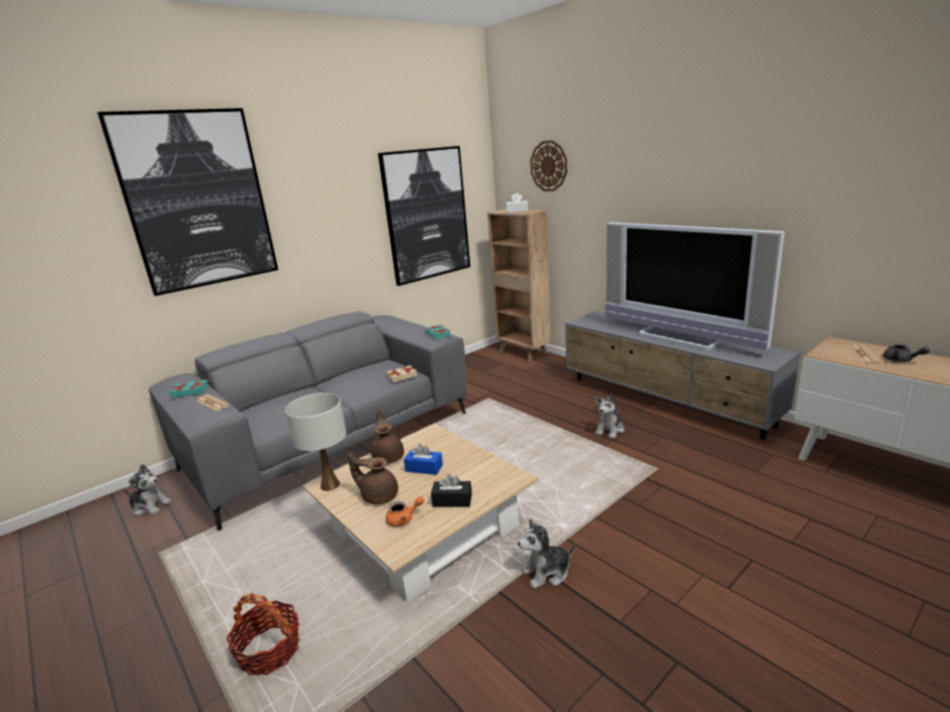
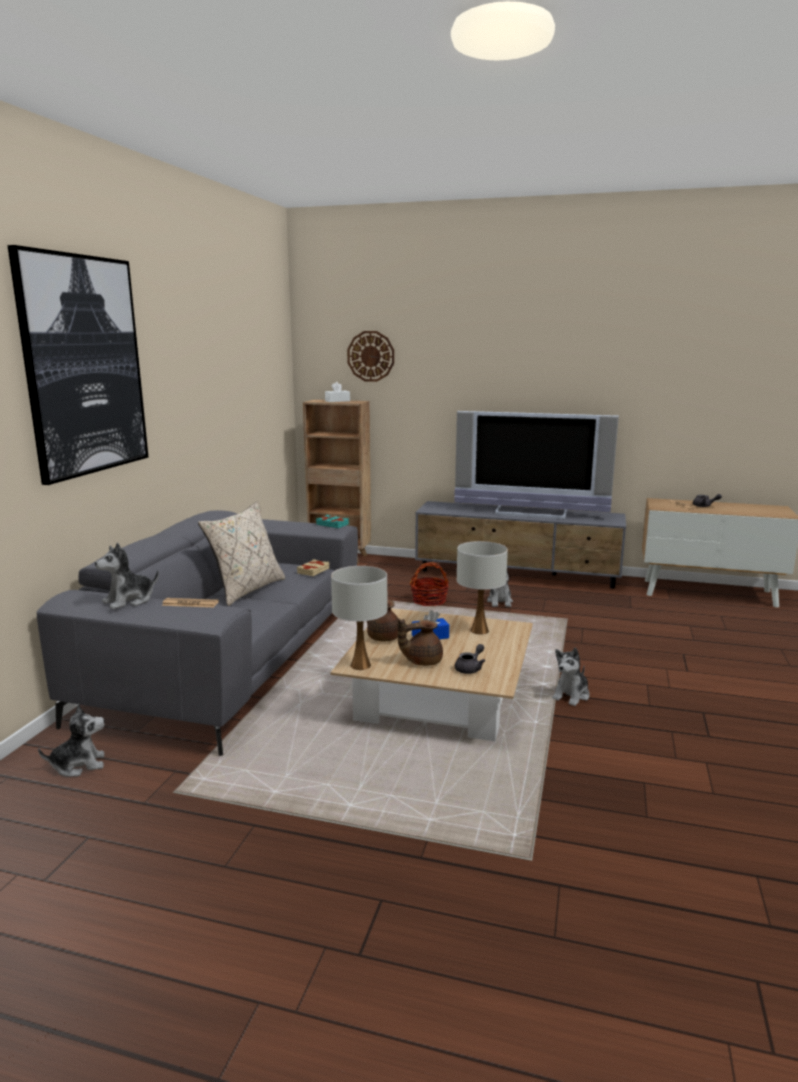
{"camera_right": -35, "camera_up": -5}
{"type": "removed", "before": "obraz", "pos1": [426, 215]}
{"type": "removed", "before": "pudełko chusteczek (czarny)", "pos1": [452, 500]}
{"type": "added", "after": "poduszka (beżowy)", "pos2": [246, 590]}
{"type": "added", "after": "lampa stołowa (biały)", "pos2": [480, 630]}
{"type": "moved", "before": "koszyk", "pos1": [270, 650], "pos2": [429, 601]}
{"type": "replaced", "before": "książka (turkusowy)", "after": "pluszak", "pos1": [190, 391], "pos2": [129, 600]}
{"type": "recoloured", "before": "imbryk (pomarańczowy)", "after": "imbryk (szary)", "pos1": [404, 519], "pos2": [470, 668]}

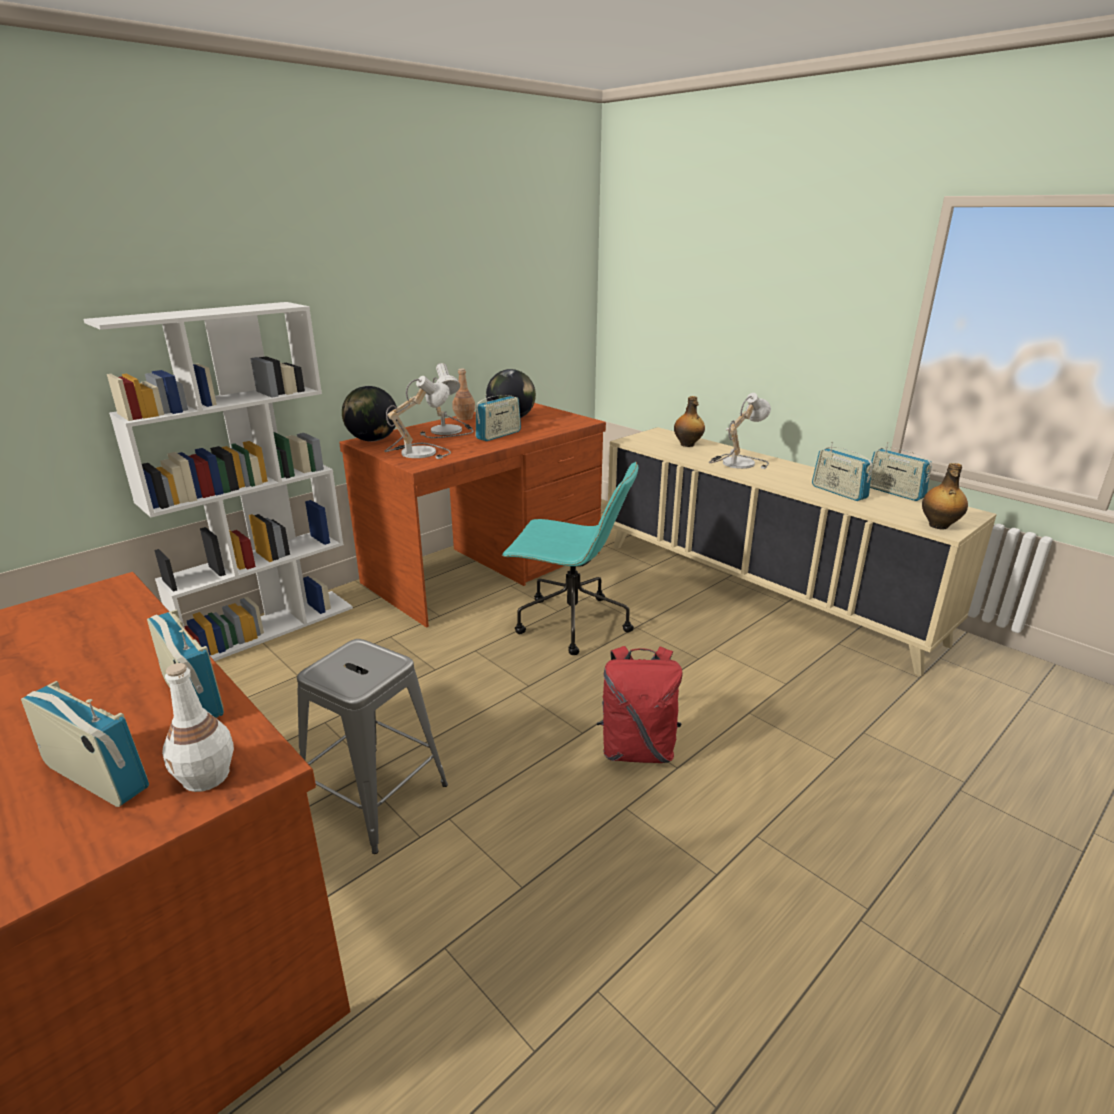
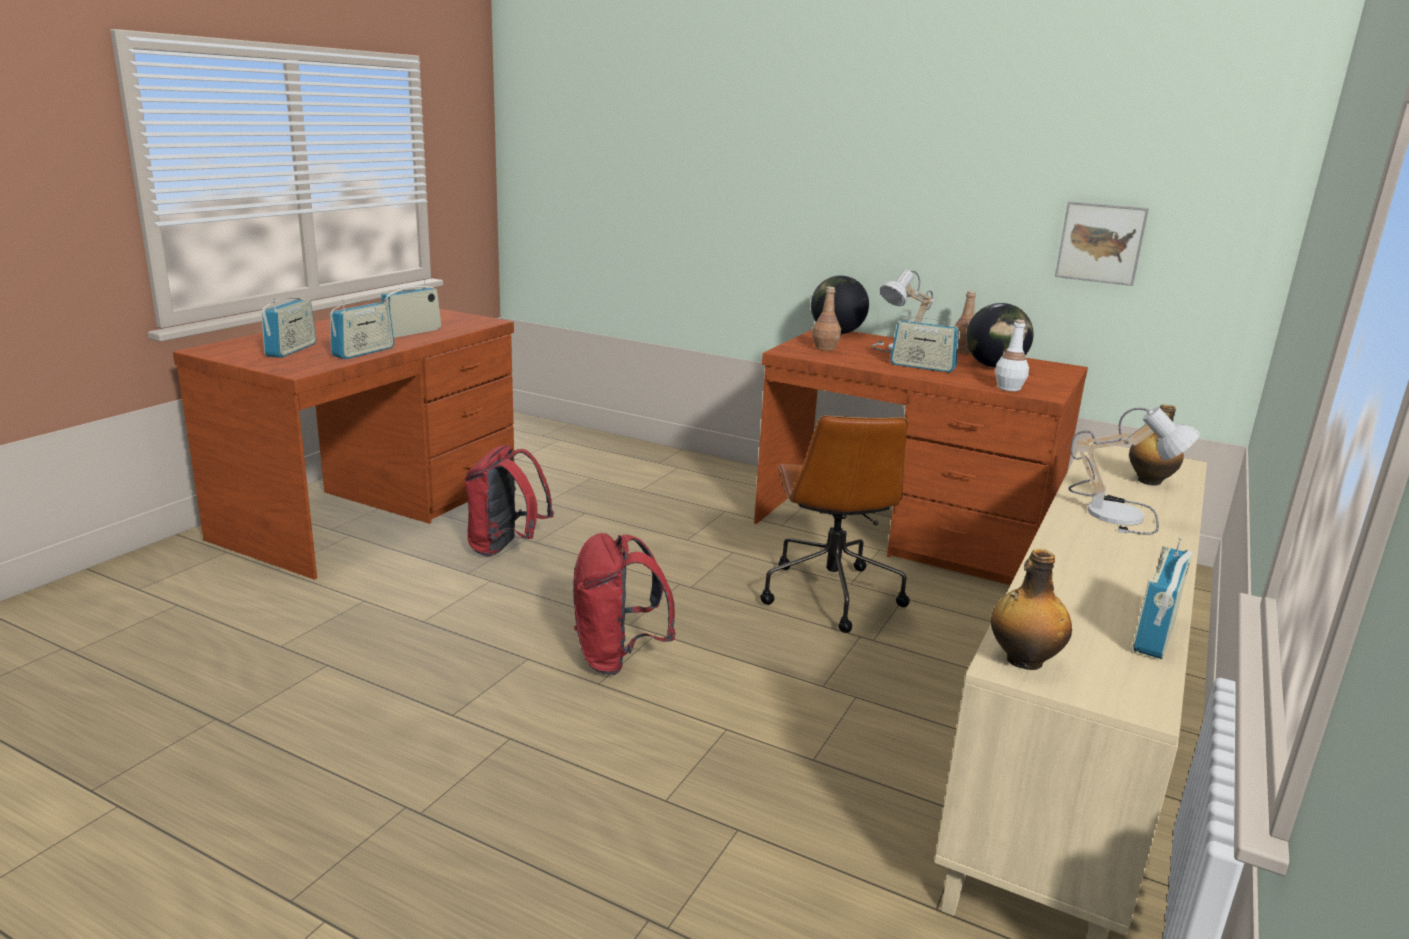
{"camera_right": 70, "camera_up": -5}
{"type": "removed", "before": "regał (biały)", "pos1": [268, 627]}
{"type": "added", "after": "obraz", "pos2": [1100, 243]}
{"type": "moved", "before": "butelka (biały)", "pos1": [207, 777], "pos2": [1009, 388]}
{"type": "moved", "before": "radio", "pos1": [838, 492], "pos2": [412, 332]}
{"type": "replaced", "before": "stołek (szary)", "after": "plecak (czerwony)", "pos1": [373, 797], "pos2": [505, 548]}
{"type": "replaced", "before": "lampa stołowa", "after": "butelka (brązowy)", "pos1": [418, 451], "pos2": [824, 348]}
{"type": "recoloured", "before": "krzesło biurowe (turkusowy)", "after": "krzesło biurowe (brązowy)", "pos1": [570, 623], "pos2": [829, 594]}

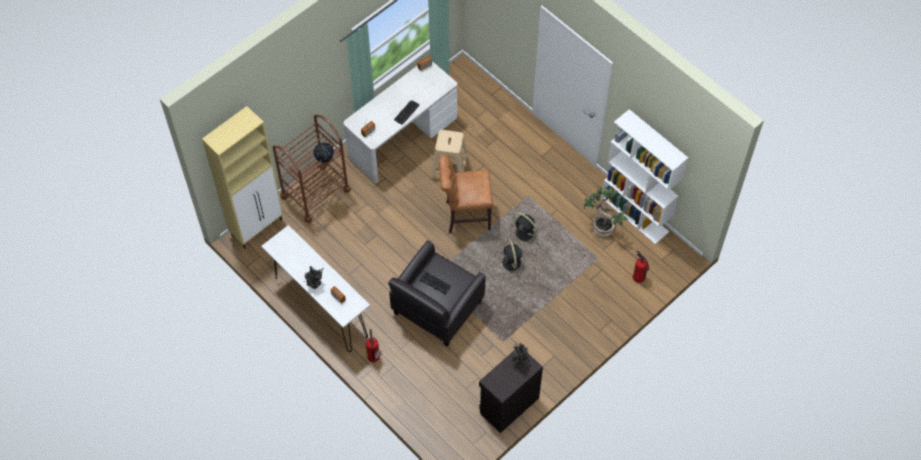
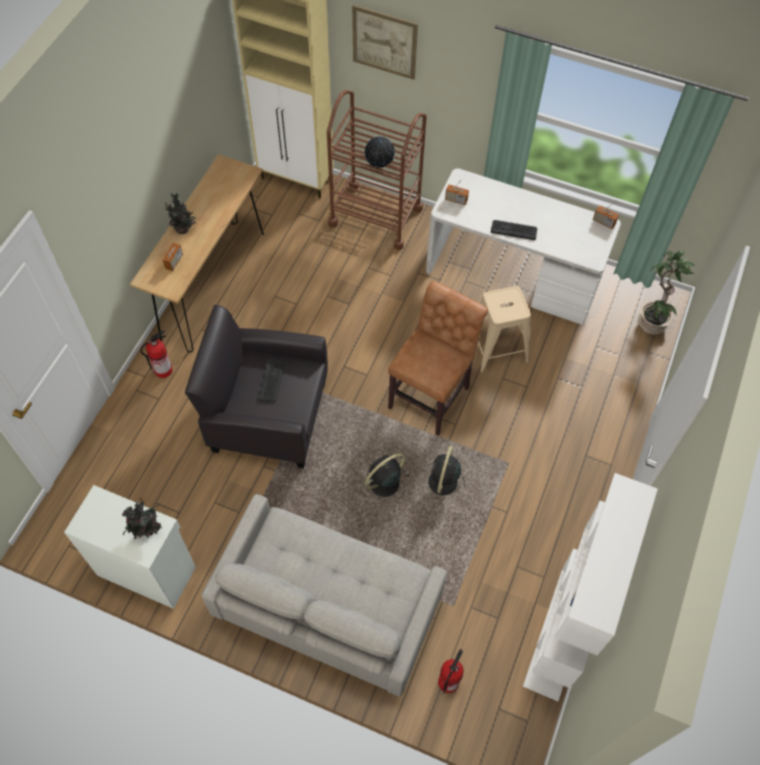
{"camera_right": 65, "camera_up": 0}
{"type": "added", "after": "kanapa (szary)", "pos2": [327, 608]}
{"type": "added", "after": "obraz", "pos2": [384, 42]}
{"type": "moved", "before": "roślina doniczkowa", "pos1": [602, 228], "pos2": [651, 321]}
{"type": "recoloured", "before": "stolik konsolowy (biały)", "after": "stolik konsolowy (brązowy)", "pos1": [321, 307], "pos2": [213, 285]}
{"type": "recoloured", "before": "szafka (czarny)", "after": "szafka (biały)", "pos1": [508, 405], "pos2": [147, 569]}
{"type": "turned", "before": "krzesło (brązowy)", "pos1": [465, 215], "pos2": [431, 395], "turn": 60}

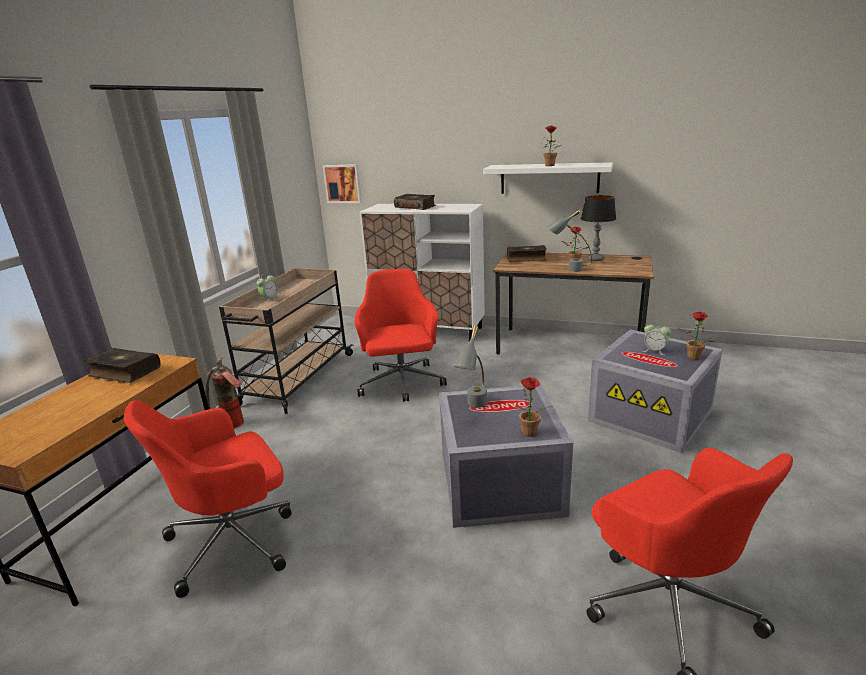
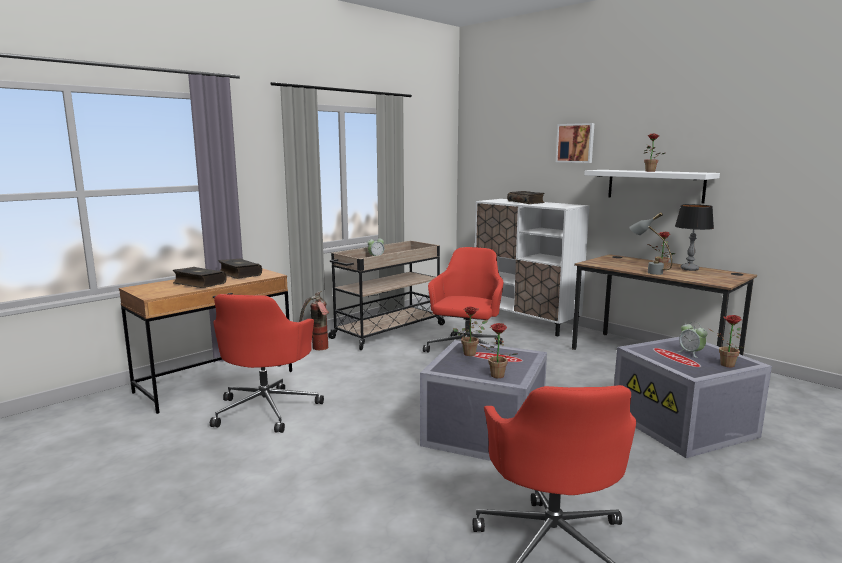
{"camera_right": 25, "camera_up": -10}
{"type": "moved", "before": "obraz", "pos1": [343, 183], "pos2": [575, 143]}
{"type": "moved", "before": "książka", "pos1": [526, 258], "pos2": [199, 283]}
{"type": "replaced", "before": "lampa stołowa (szary)", "after": "roślina doniczkowa", "pos1": [474, 407], "pos2": [471, 353]}
{"type": "turned", "before": "krzesło biurowe (czerwony)", "pos1": [234, 540], "pos2": [267, 409], "turn": -75}

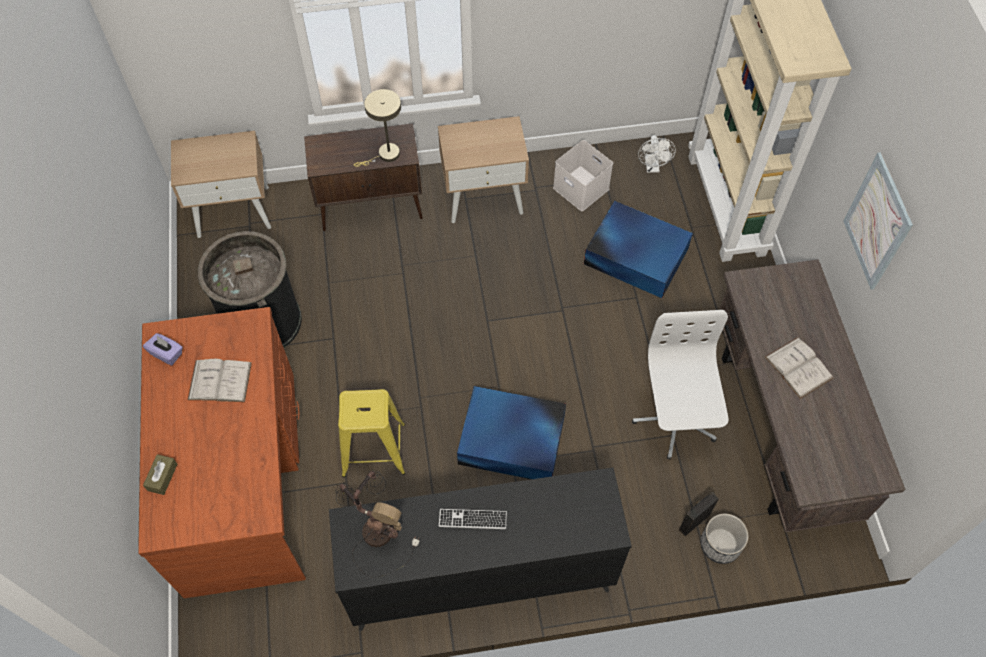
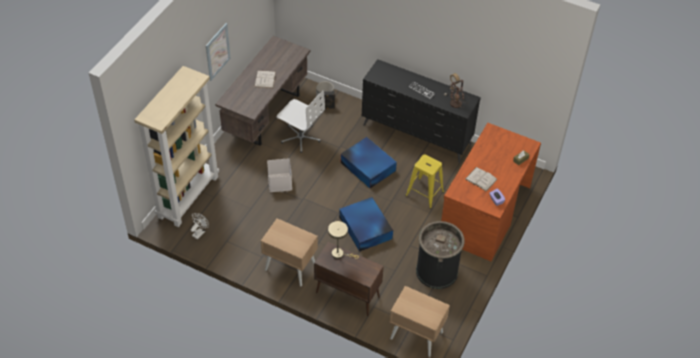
{"camera_right": -145, "camera_up": -10}
{"type": "moved", "before": "pojemnik do przechowywania (biały)", "pos1": [582, 188], "pos2": [279, 182]}
{"type": "moved", "before": "pojemnik do przechowywania (niebieski)", "pos1": [635, 255], "pos2": [365, 228]}
{"type": "turned", "before": "krzesło biurowe (biały)", "pos1": [674, 420], "pos2": [300, 137], "turn": -90}

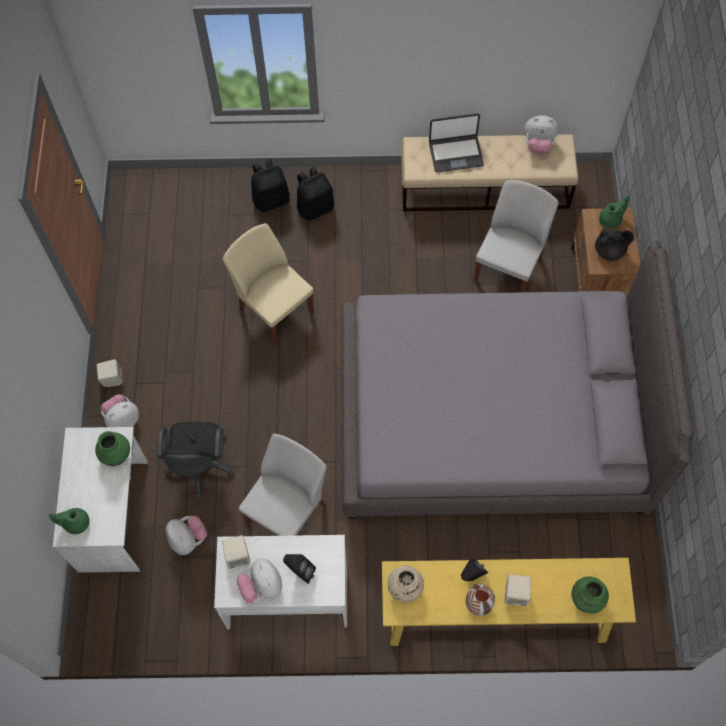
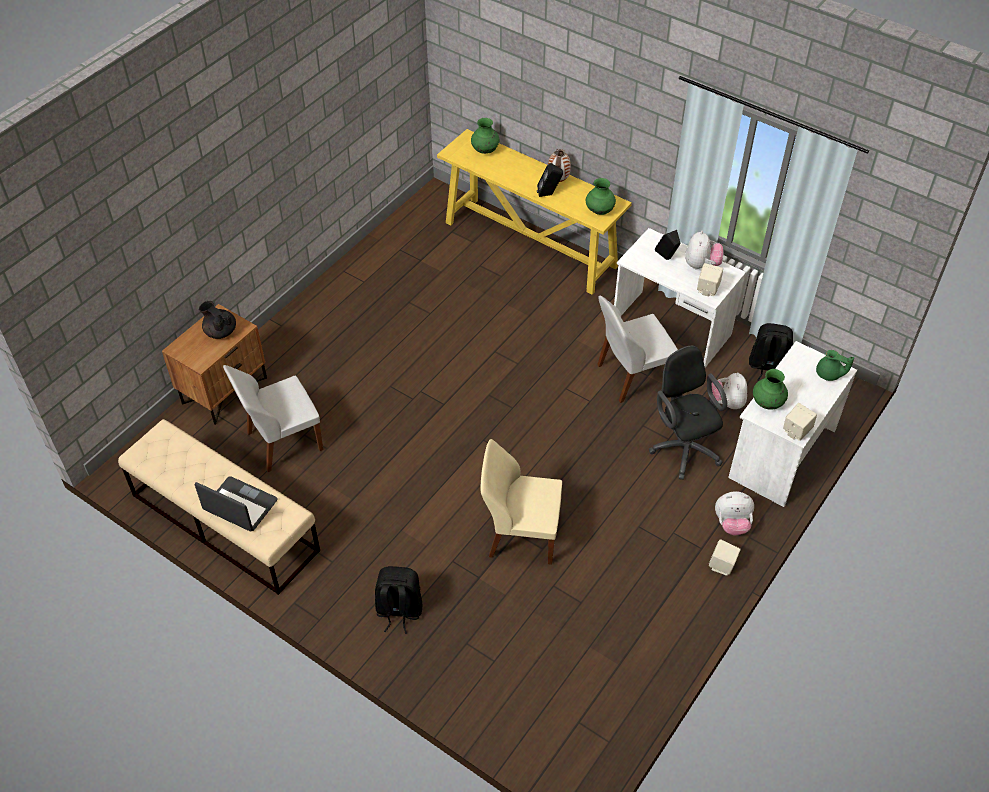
{"camera_right": -145, "camera_up": -15}
{"type": "removed", "before": "łóżko (szary)", "pos1": [491, 419]}
{"type": "removed", "before": "pluszak", "pos1": [538, 144]}
{"type": "removed", "before": "imbryk (zielony)", "pos1": [611, 220]}
{"type": "moved", "before": "plecak (czarny)", "pos1": [271, 199], "pos2": [767, 367]}
{"type": "moved", "before": "głośnik (beżowy)", "pos1": [516, 594], "pos2": [796, 431]}
{"type": "recoloured", "before": "wazon (beżowy)", "after": "wazon (zielony)", "pos1": [405, 588], "pos2": [599, 211]}
{"type": "turned", "before": "krzesło biurowe (czarny)", "pos1": [200, 467], "pos2": [683, 446], "turn": -60}
{"type": "turned", "before": "krzesło (beżowy)", "pos1": [275, 309], "pos2": [521, 535], "turn": 105}

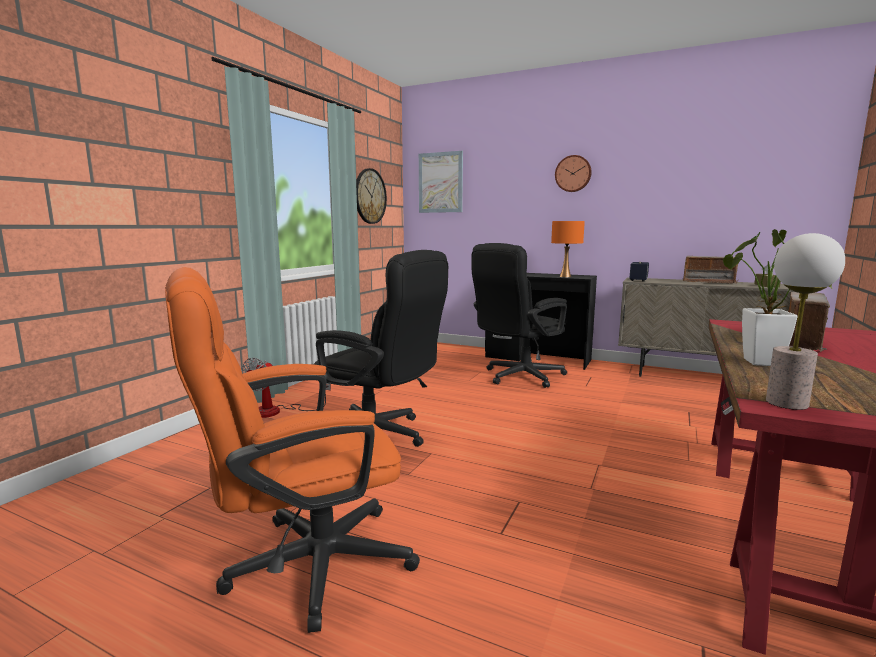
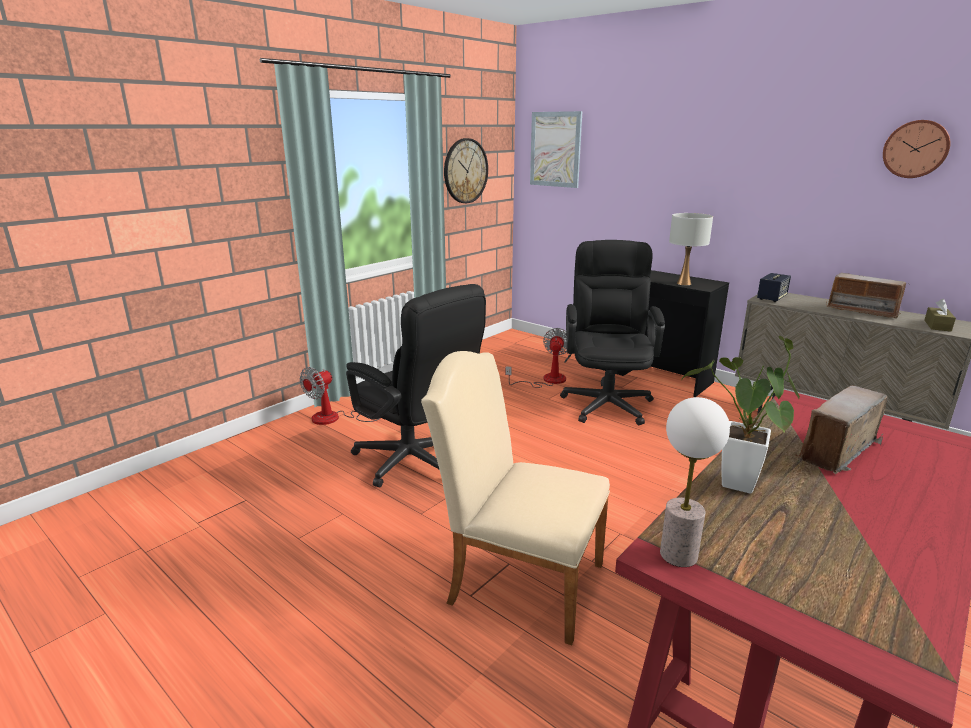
{"camera_right": 15, "camera_up": 10}
{"type": "removed", "before": "krzesło biurowe (pomarańczowy)", "pos1": [302, 566]}
{"type": "added", "after": "krzesło (beżowy)", "pos2": [517, 579]}
{"type": "added", "after": "wentylator", "pos2": [546, 380]}
{"type": "moved", "before": "zegar ścienny", "pos1": [573, 173], "pos2": [916, 149]}
{"type": "recoloured", "before": "lampa stołowa (pomarańczowy)", "after": "lampa stołowa (biały)", "pos1": [565, 276], "pos2": [684, 283]}
{"type": "turned", "before": "krzesło biurowe (czarny)", "pos1": [518, 377], "pos2": [606, 400], "turn": 120}

